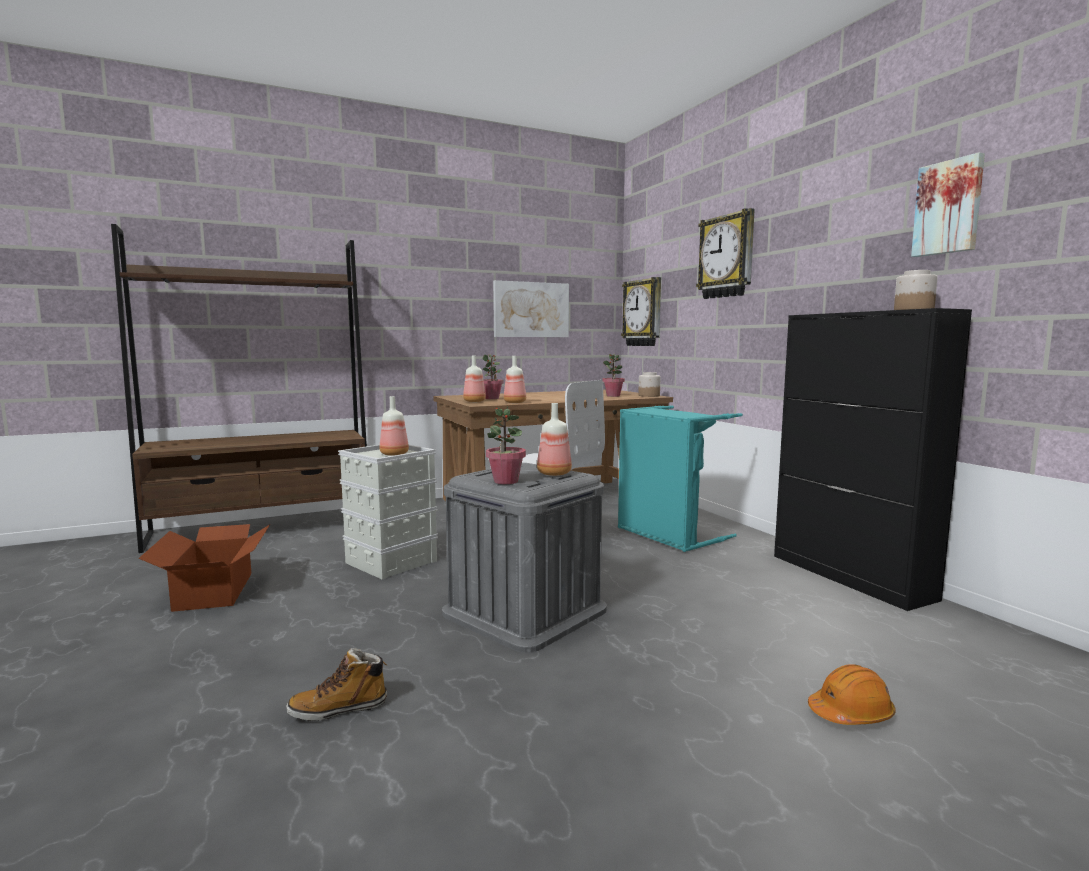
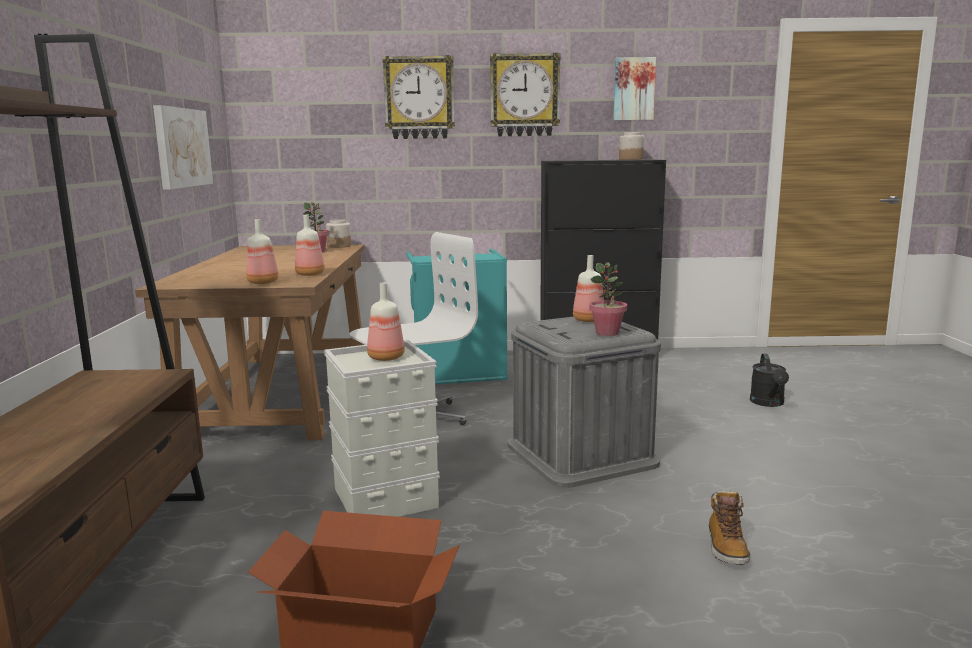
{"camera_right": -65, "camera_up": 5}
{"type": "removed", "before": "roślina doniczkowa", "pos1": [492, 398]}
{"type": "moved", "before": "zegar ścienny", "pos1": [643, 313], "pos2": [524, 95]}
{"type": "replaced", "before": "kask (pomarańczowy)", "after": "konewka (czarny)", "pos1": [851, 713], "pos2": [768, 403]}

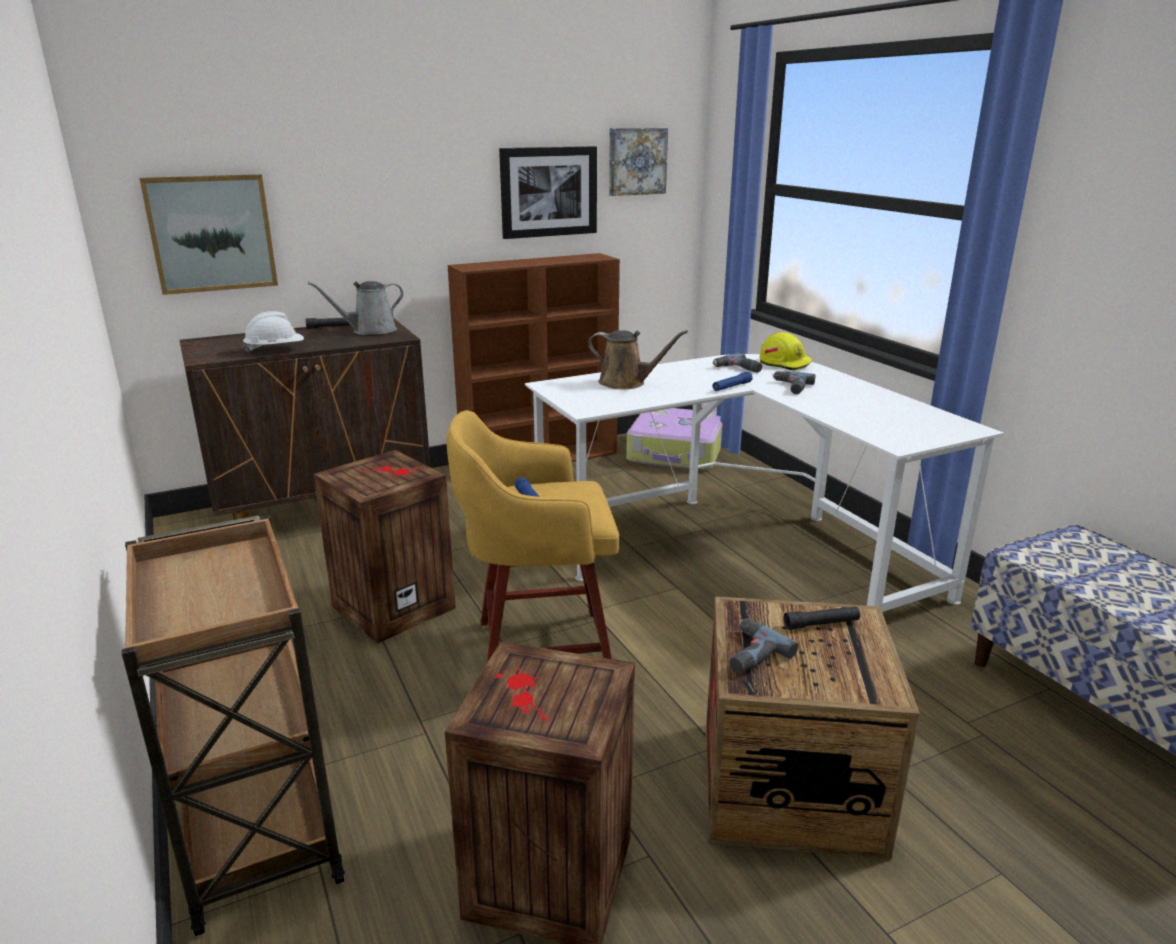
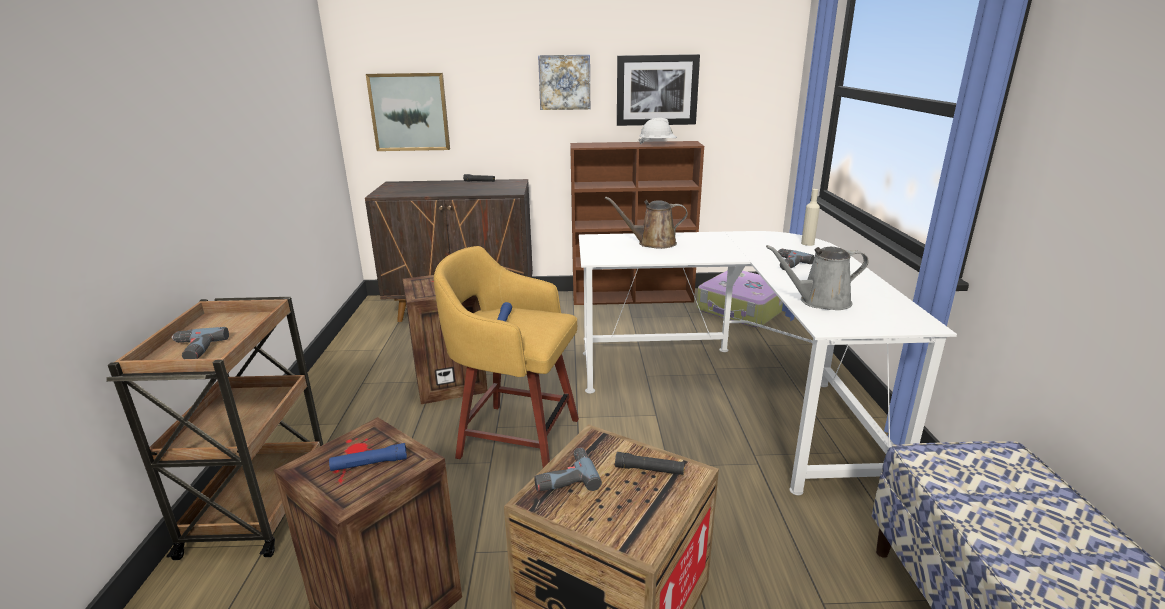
{"camera_right": 25, "camera_up": 0}
{"type": "moved", "before": "kask (biały)", "pos1": [275, 350], "pos2": [657, 144]}
{"type": "moved", "before": "konewka (szary)", "pos1": [370, 331], "pos2": [820, 301]}
{"type": "moved", "before": "obraz", "pos1": [636, 161], "pos2": [564, 82]}
{"type": "moved", "before": "wiertarka", "pos1": [738, 369], "pos2": [192, 350]}
{"type": "moved", "before": "latarka (niebieski)", "pos1": [731, 387], "pos2": [369, 464]}
{"type": "replaced", "before": "kask (żółty)", "after": "butelka (beżowy)", "pos1": [785, 363], "pos2": [807, 243]}
{"type": "turned", "before": "konewka (brązowy)", "pos1": [626, 383], "pos2": [653, 243], "turn": 135}

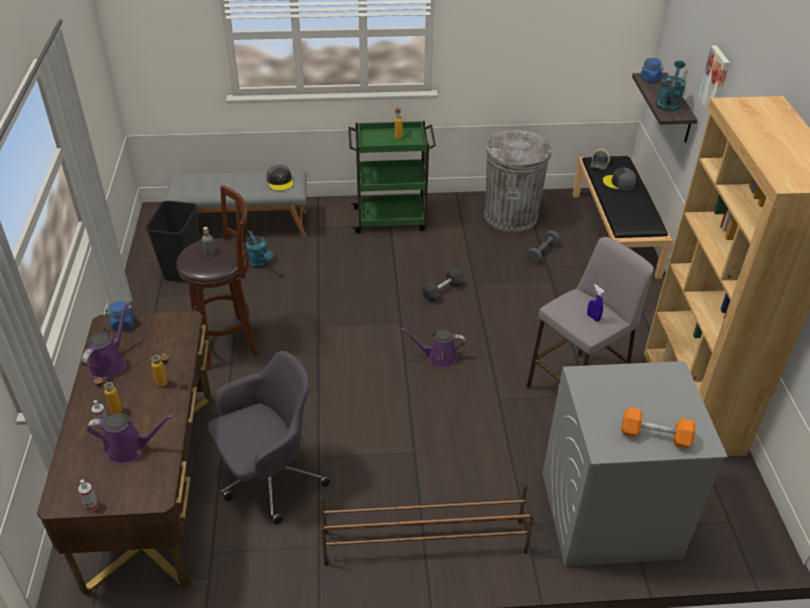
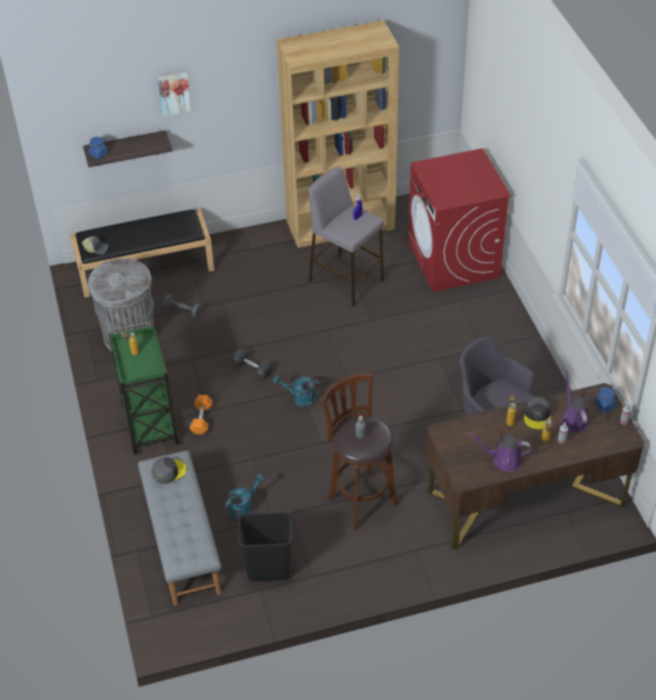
{"camera_right": -100, "camera_up": 5}
{"type": "removed", "before": "regał na buty (brązowy)", "pos1": [423, 541]}
{"type": "removed", "before": "konewka (fioletowy)", "pos1": [438, 357]}
{"type": "moved", "before": "słoik (niebieski)", "pos1": [123, 324], "pos2": [605, 405]}
{"type": "moved", "before": "czapka z daszkiem (szary)", "pos1": [619, 183], "pos2": [537, 415]}
{"type": "moved", "before": "hantel (pomarańczowy)", "pos1": [655, 436], "pos2": [201, 419]}
{"type": "moved", "before": "konewka (turkusowy)", "pos1": [668, 102], "pos2": [300, 399]}
{"type": "recoloured", "before": "pralka (szary)", "after": "pralka (czerwony)", "pos1": [608, 514], "pos2": [454, 260]}

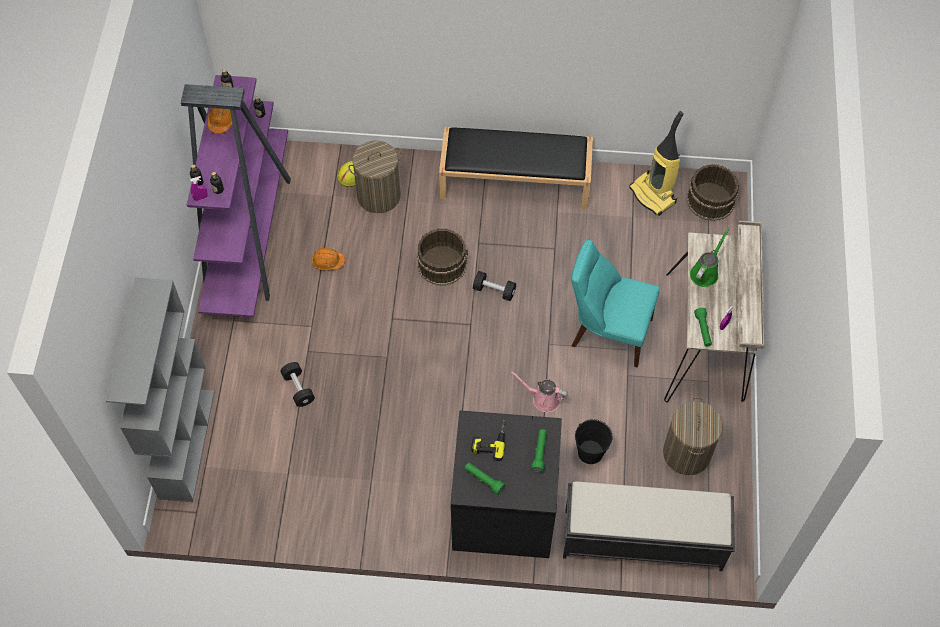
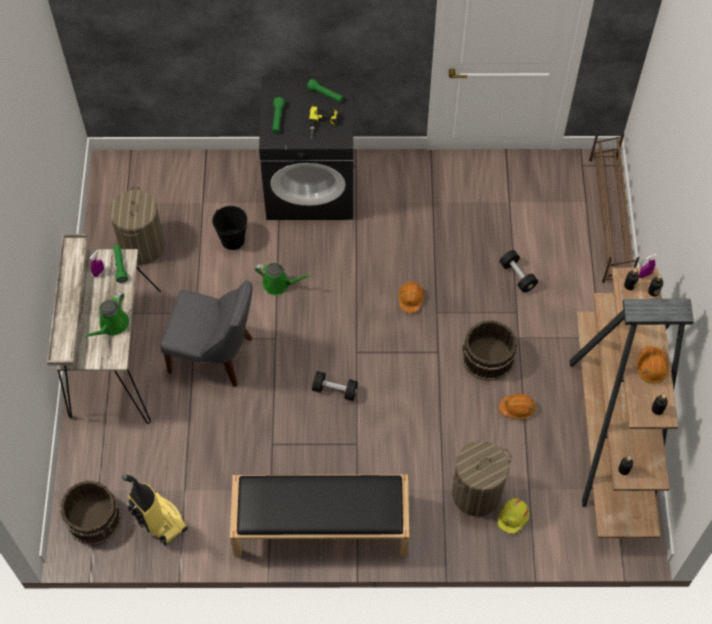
{"camera_right": 175, "camera_up": 0}
{"type": "removed", "before": "ławka (czarny)", "pos1": [641, 539]}
{"type": "added", "after": "kask (pomarańczowy)", "pos2": [410, 299]}
{"type": "moved", "before": "wiadro (brązowy)", "pos1": [442, 264], "pos2": [488, 358]}
{"type": "replaced", "before": "regał (szary)", "after": "regał na buty (brązowy)", "pos1": [186, 443], "pos2": [609, 219]}
{"type": "recoloured", "before": "regał (fioletowy)", "after": "regał (brązowy)", "pos1": [248, 233], "pos2": [611, 434]}
{"type": "recoloured", "before": "konewka (różowy)", "after": "konewka (zielony)", "pos1": [543, 399], "pos2": [279, 284]}
{"type": "recoloured", "before": "krzesło (turkusowy)", "after": "krzesło (szary)", "pos1": [608, 331], "pos2": [214, 355]}

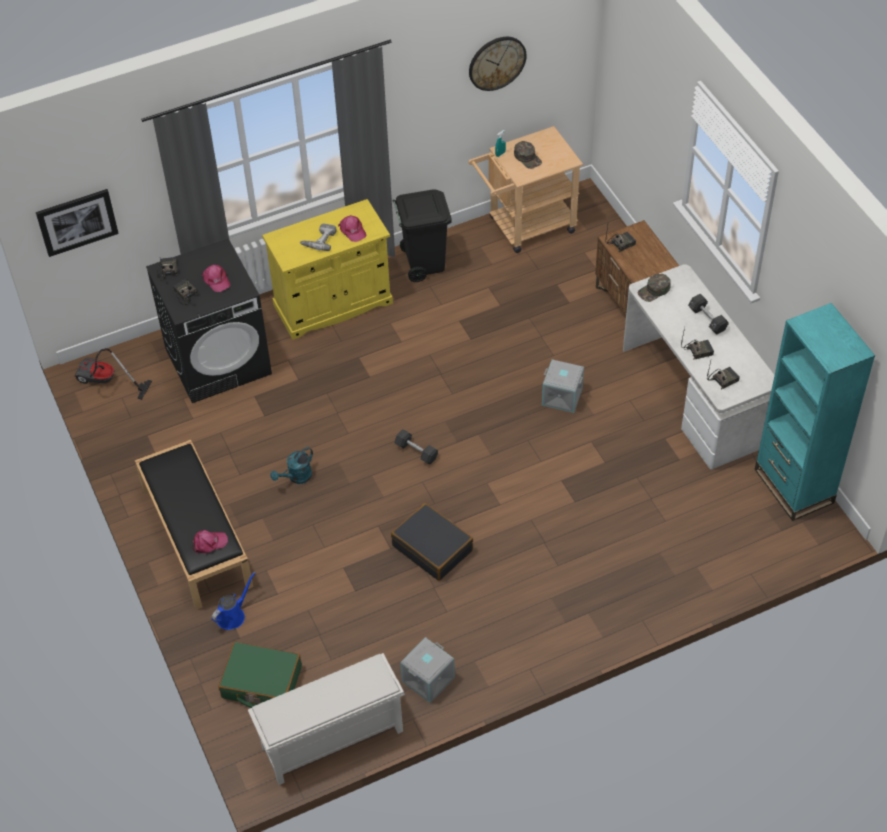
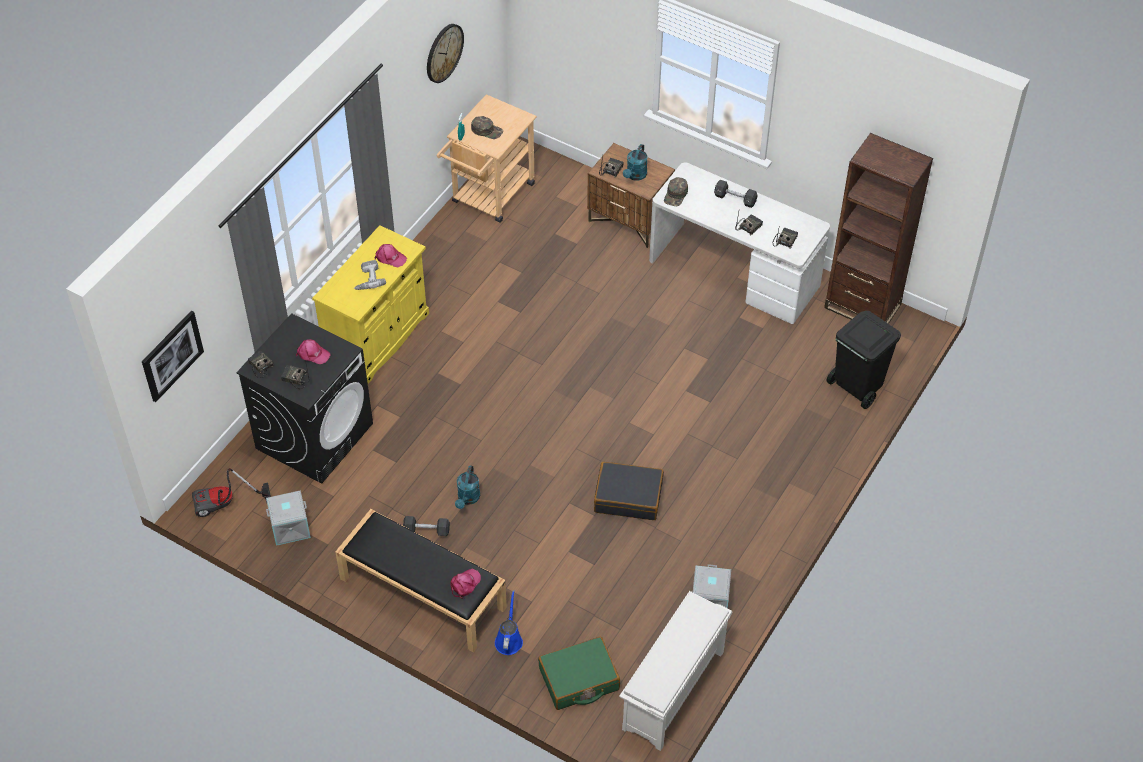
{"camera_right": -35, "camera_up": 0}
{"type": "added", "after": "konewka (turkusowy)", "pos2": [635, 176]}
{"type": "moved", "before": "kosz na śmieci (czarny)", "pos1": [423, 263], "pos2": [856, 386]}
{"type": "moved", "before": "hantel (czarny)", "pos1": [416, 451], "pos2": [426, 530]}
{"type": "moved", "before": "pojemnik do przechowywania (szary)", "pos1": [562, 396], "pos2": [290, 526]}
{"type": "recoloured", "before": "regał (turkusowy)", "after": "regał (brązowy)", "pos1": [793, 486], "pos2": [862, 306]}

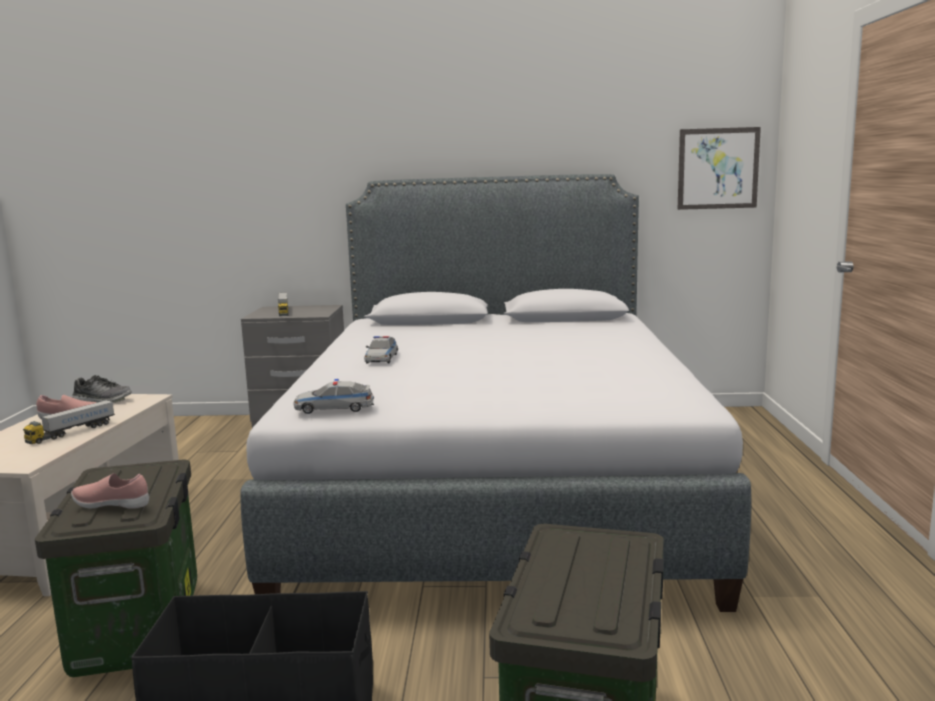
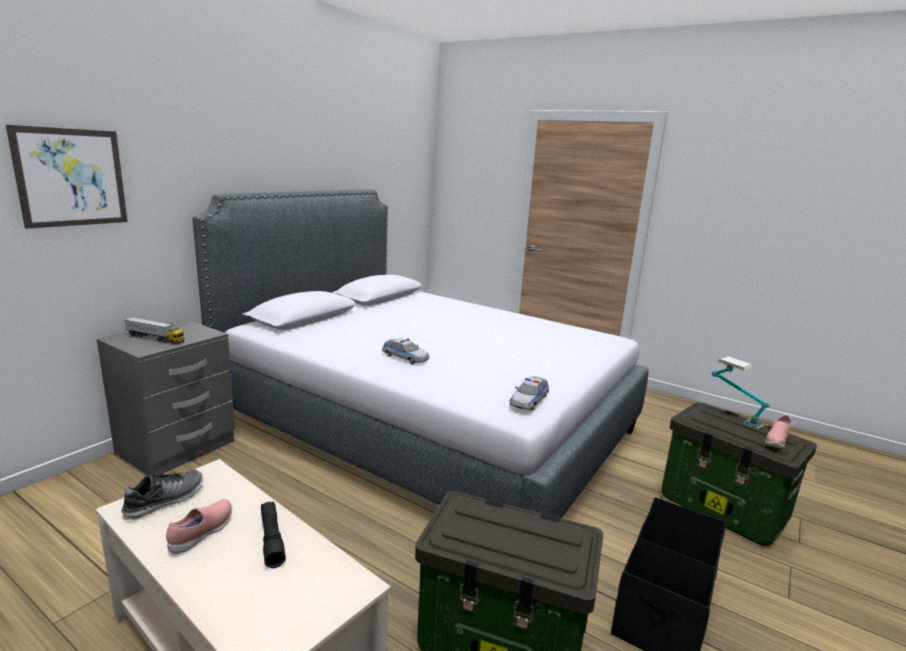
{"camera_right": -60, "camera_up": 5}
{"type": "added", "after": "lampa stołowa", "pos2": [732, 416]}
{"type": "moved", "before": "but (różowy)", "pos1": [112, 505], "pos2": [776, 441]}
{"type": "moved", "before": "obraz", "pos1": [718, 168], "pos2": [71, 177]}
{"type": "replaced", "before": "ciężarówka zabawkowa", "after": "latarka (czarny)", "pos1": [71, 432], "pos2": [271, 539]}

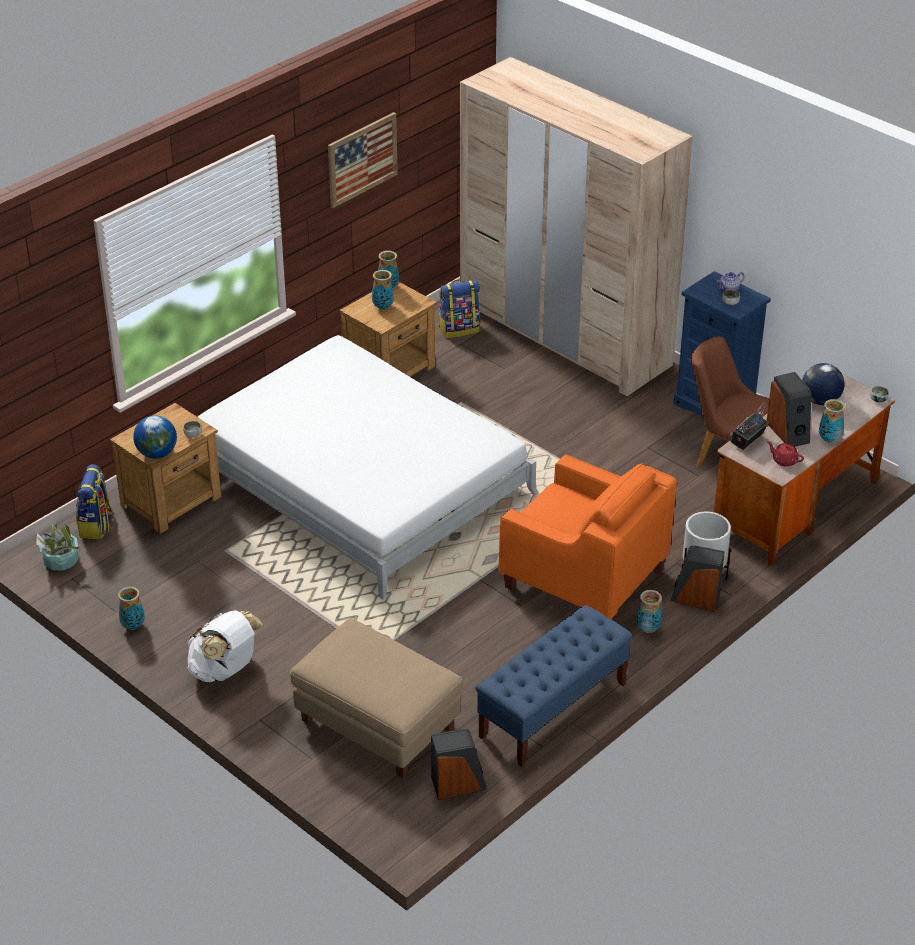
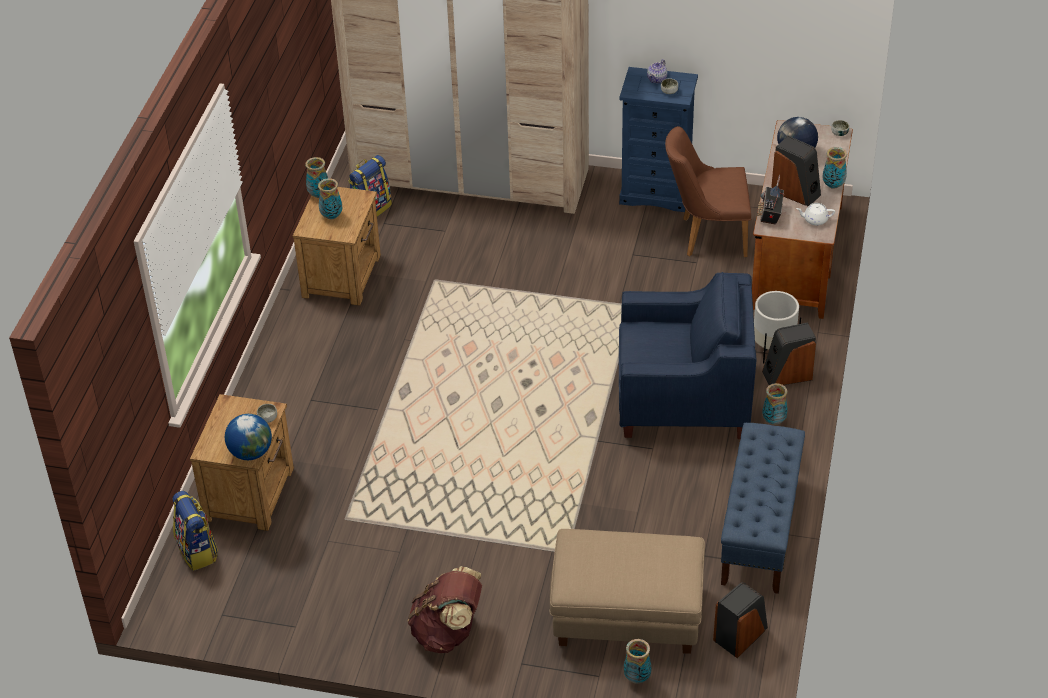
{"camera_right": -30, "camera_up": 5}
{"type": "removed", "before": "roślina doniczkowa", "pos1": [61, 561]}
{"type": "removed", "before": "łóżko (biały)", "pos1": [360, 481]}
{"type": "removed", "before": "obraz", "pos1": [362, 159]}
{"type": "moved", "before": "wazon", "pos1": [133, 626], "pos2": [637, 678]}
{"type": "recoloured", "before": "plecak (biały)", "after": "plecak (brązowy)", "pos1": [225, 670], "pos2": [448, 633]}
{"type": "recoloured", "before": "fotel (pomarańczowy)", "after": "fotel (niebieski)", "pos1": [583, 579], "pos2": [683, 400]}
{"type": "recoloured", "before": "imbryk (czerwony)", "after": "imbryk (biały)", "pos1": [784, 460], "pos2": [815, 220]}

